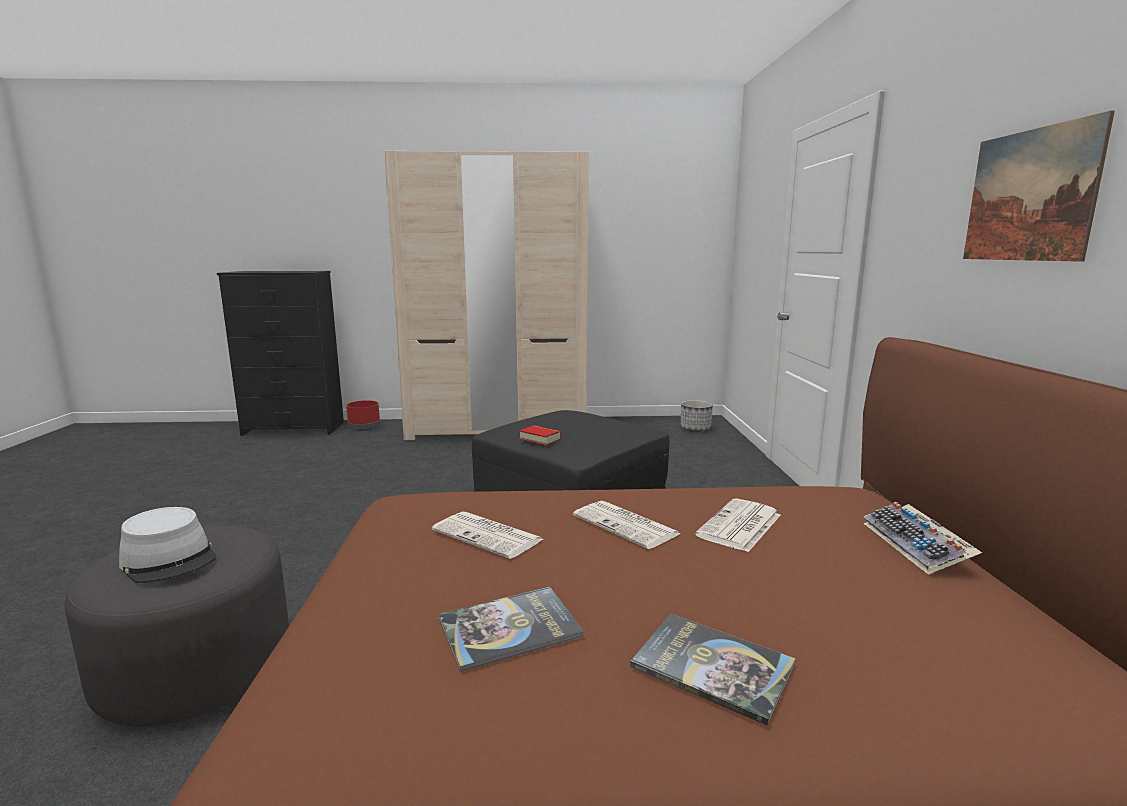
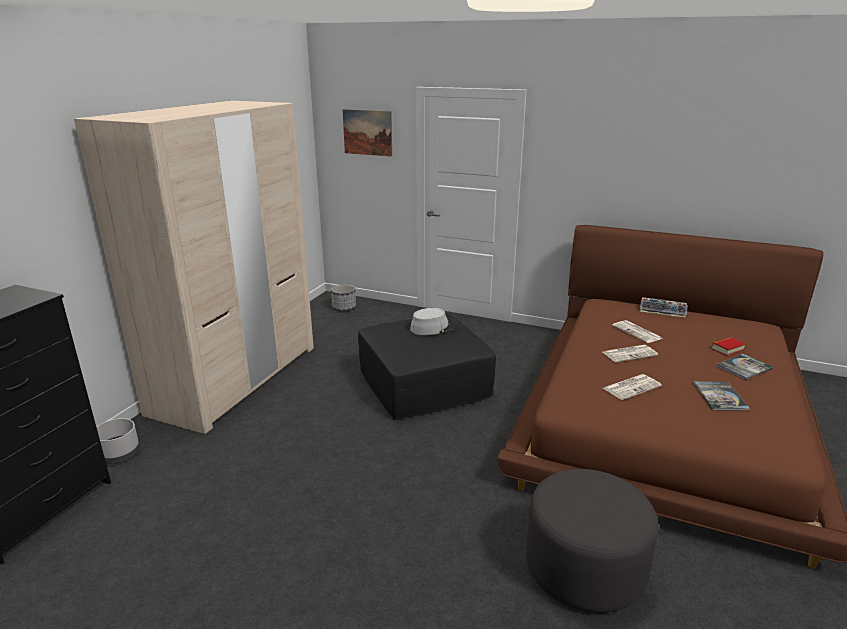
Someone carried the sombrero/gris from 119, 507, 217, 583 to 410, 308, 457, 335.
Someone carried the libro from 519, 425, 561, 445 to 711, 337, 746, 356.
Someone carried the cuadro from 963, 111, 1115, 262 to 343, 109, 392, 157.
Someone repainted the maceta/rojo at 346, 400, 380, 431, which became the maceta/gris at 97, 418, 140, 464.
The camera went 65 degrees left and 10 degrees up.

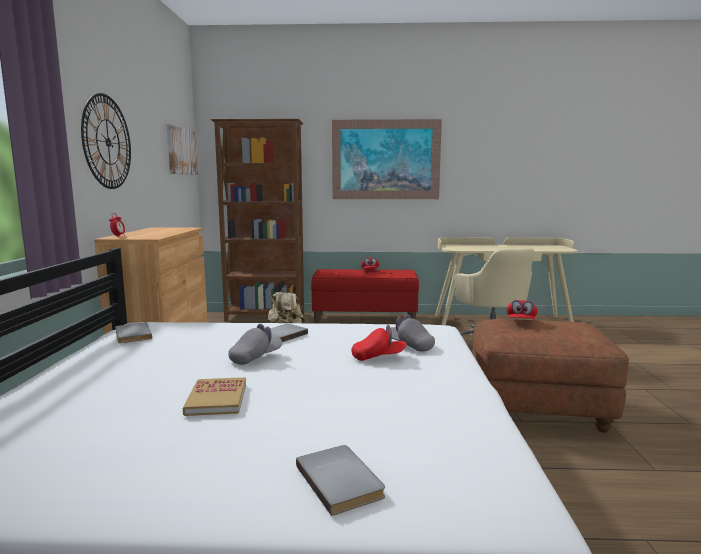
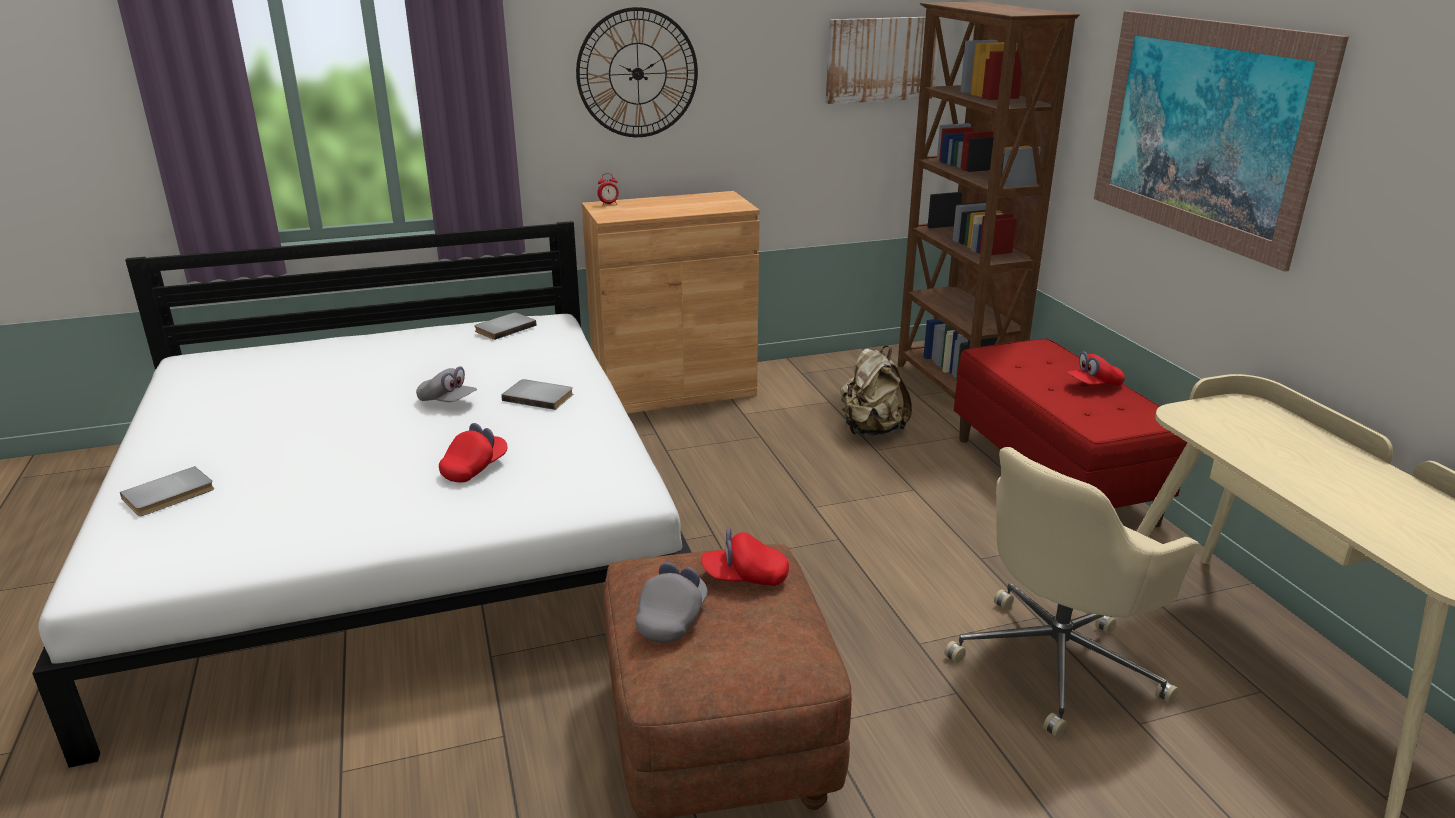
Someone took away the libro at 183, 377, 246, 416.
Someone carried the gorra/gris from 391, 314, 435, 352 to 635, 562, 708, 643.
Someone rotated the gorra/rojo at 351, 325, 407, 361 by 120 degrees counterclockwise.
The camera went 70 degrees right and 15 degrees up.

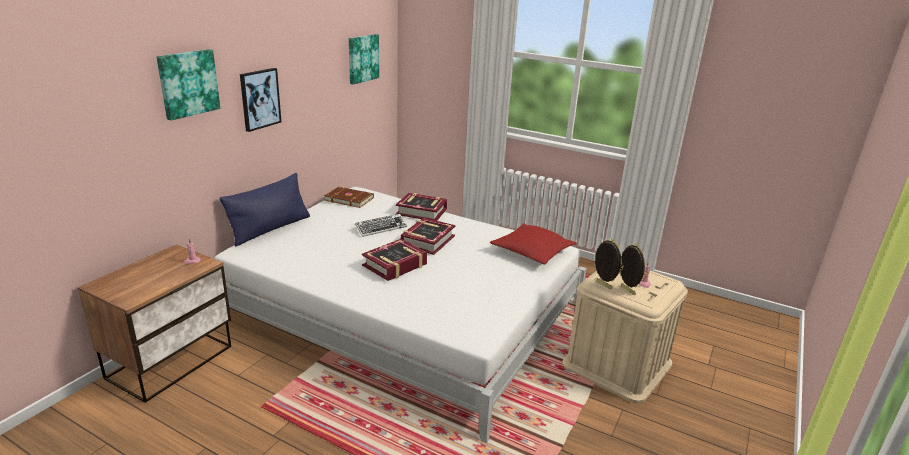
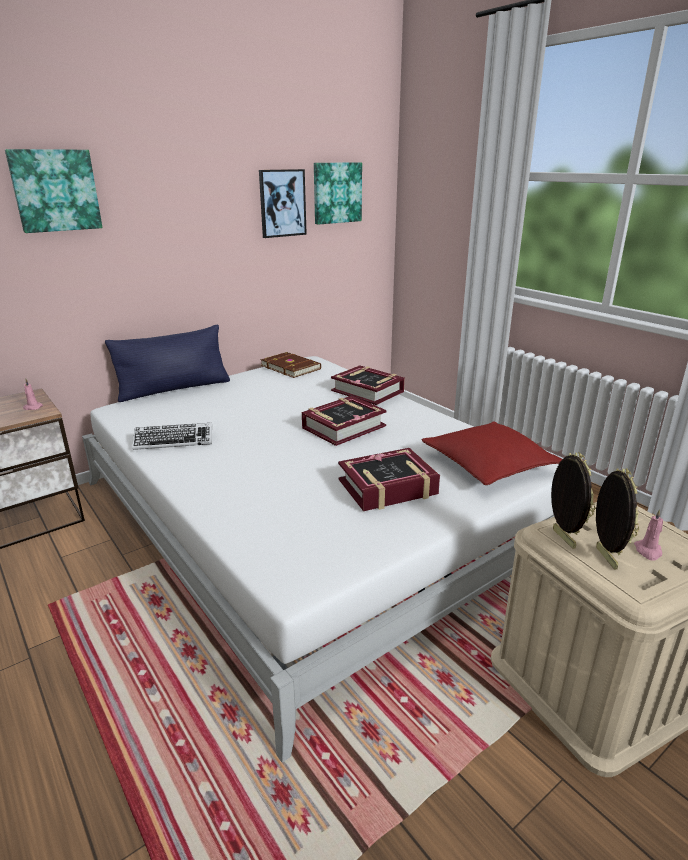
Someone carried the cuadro from 240, 68, 281, 132 to 259, 169, 307, 238.
Someone carried the teclado from 355, 214, 407, 237 to 132, 423, 212, 450.
Someone carried the libro from 362, 239, 427, 281 to 338, 448, 440, 511.
The camera went 25 degrees right and 0 degrees up.

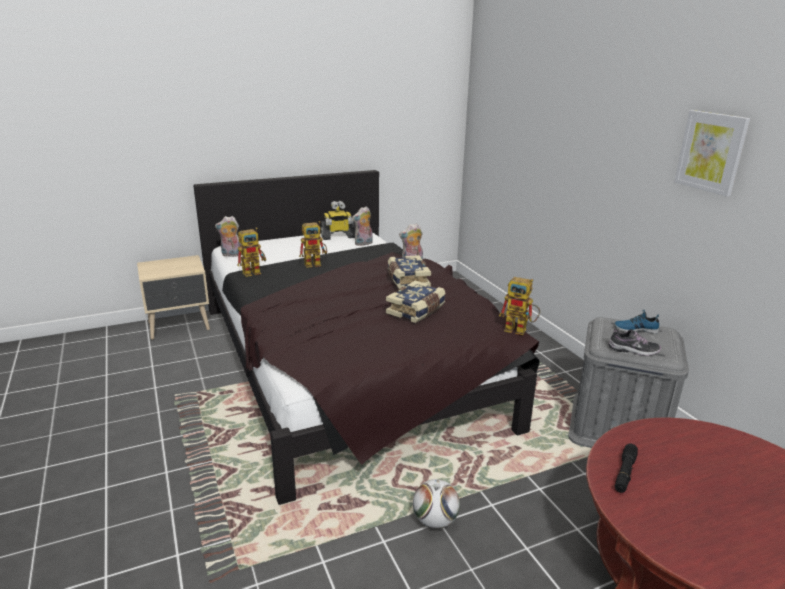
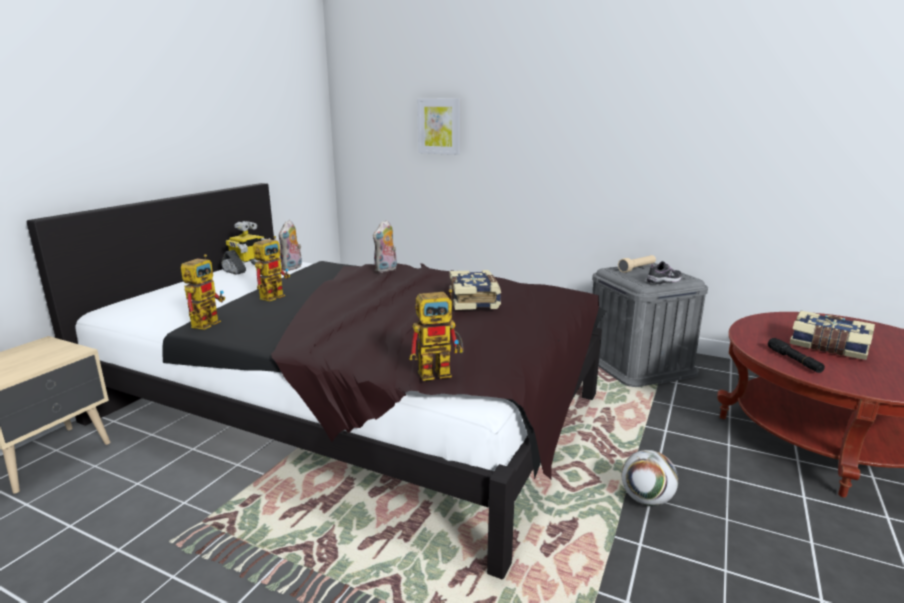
Someone took away the peluche at 215, 216, 241, 257.
Someone carried the libro from 388, 255, 431, 289 to 790, 311, 875, 360.
Someone carried the robot de juguete from 499, 277, 540, 335 to 409, 289, 464, 381.
Someone carried the cuadro from 674, 110, 750, 196 to 417, 98, 460, 155.
Someone swapped the zapato at 614, 310, 659, 334 for the linterna/beis at 618, 255, 656, 273.
The camera went 40 degrees left and 5 degrees down.

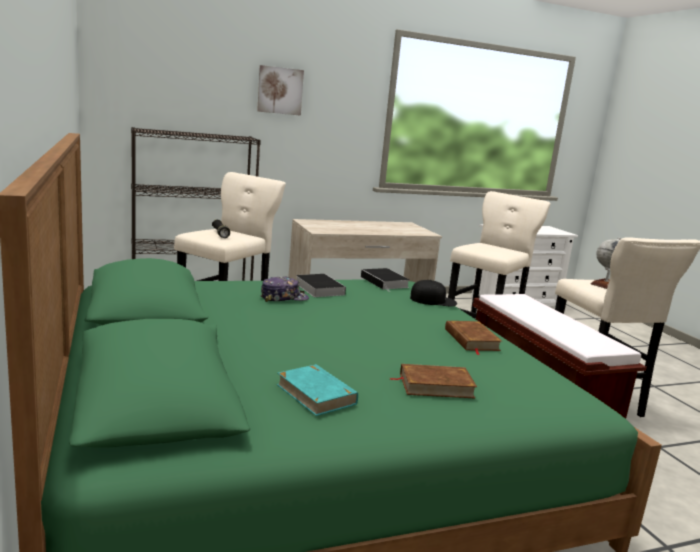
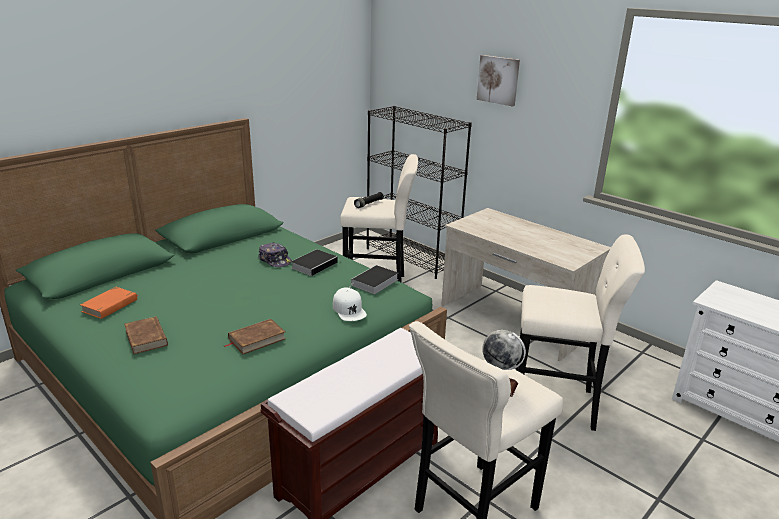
Someone repainted the libro/turquesa at 277, 364, 358, 416, which became the libro/naranja at 80, 287, 138, 319.
Someone repainted the gorra/negro at 410, 280, 457, 307, which became the gorra/blanco at 333, 288, 367, 321.
The camera went 65 degrees right and 10 degrees up.

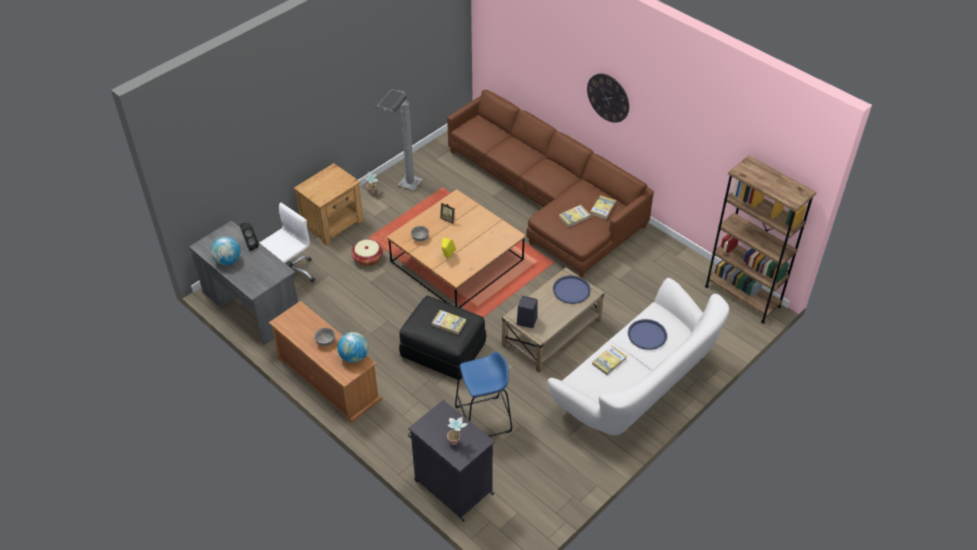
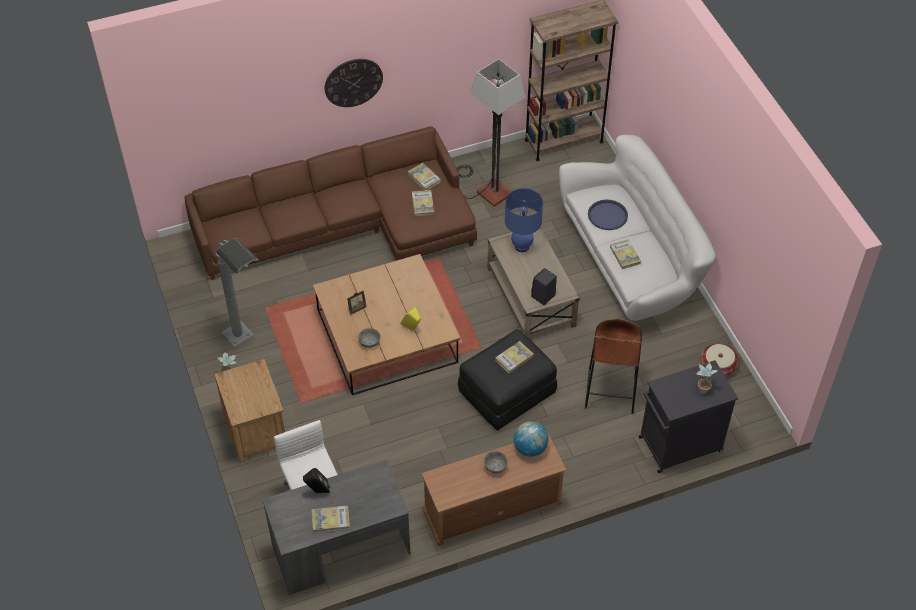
Someone put down the lámpara de pie at 456, 59, 526, 207.
Someone carried the cesta from 351, 239, 383, 266 to 701, 344, 739, 376.
Someone swapped the globo terráqueo at 211, 236, 240, 265 for the libro at 312, 506, 350, 533.
Someone swapped the bandeja/azul at 553, 275, 591, 304 for the lámpara de mesa/azul at 505, 188, 543, 252.
Someone repainted the taburete/azul at 455, 352, 512, 437, which became the taburete/marrón at 585, 319, 642, 414.
The camera went 65 degrees left and 5 degrees up.

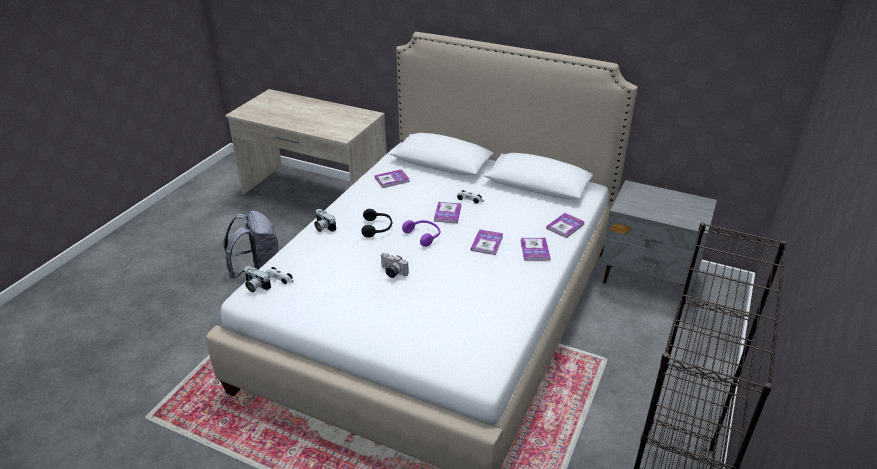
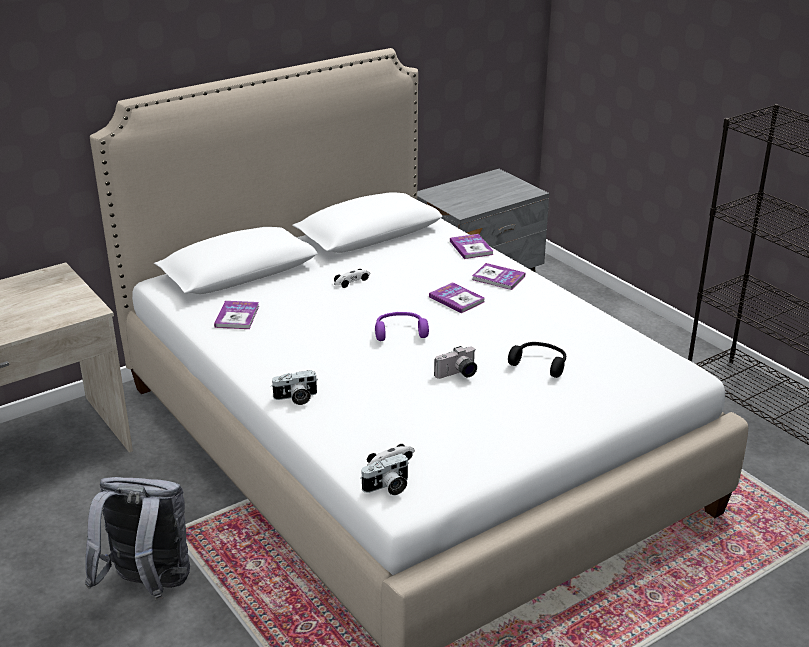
Someone took away the libro at 434, 202, 461, 223.
Someone carried the auriculares/negro from 361, 209, 392, 238 to 508, 342, 566, 378.
The camera went 60 degrees left and 5 degrees down.

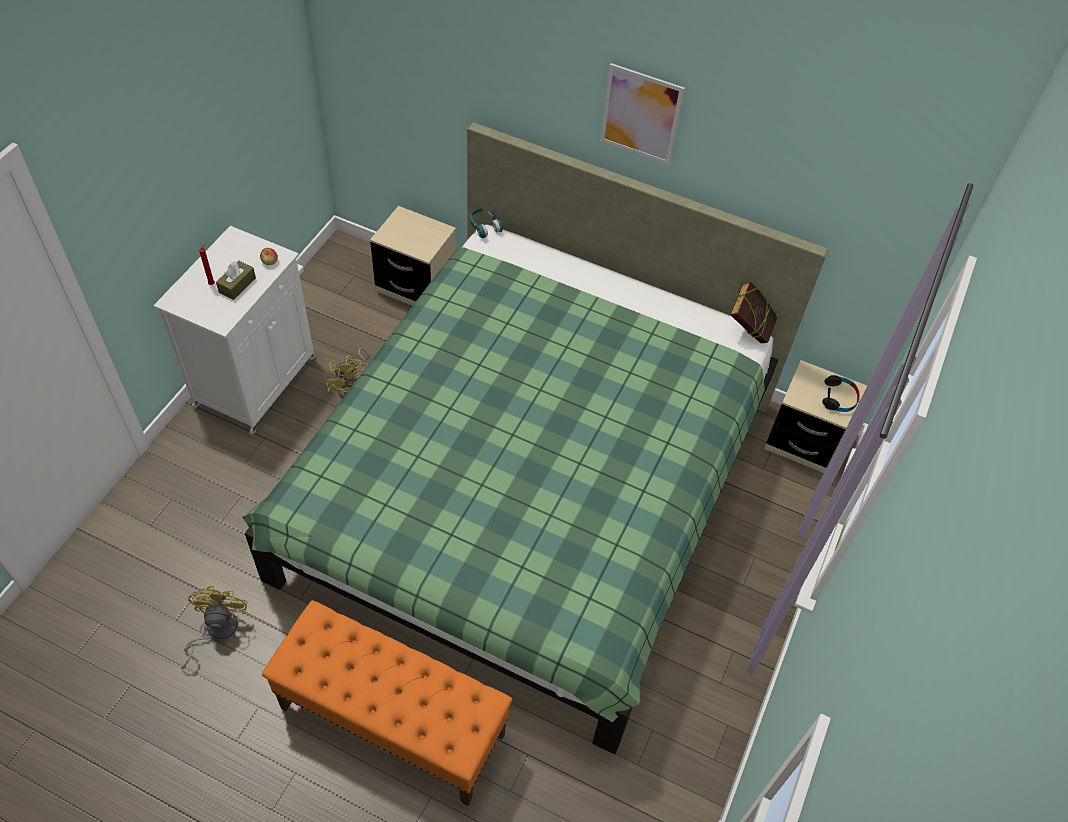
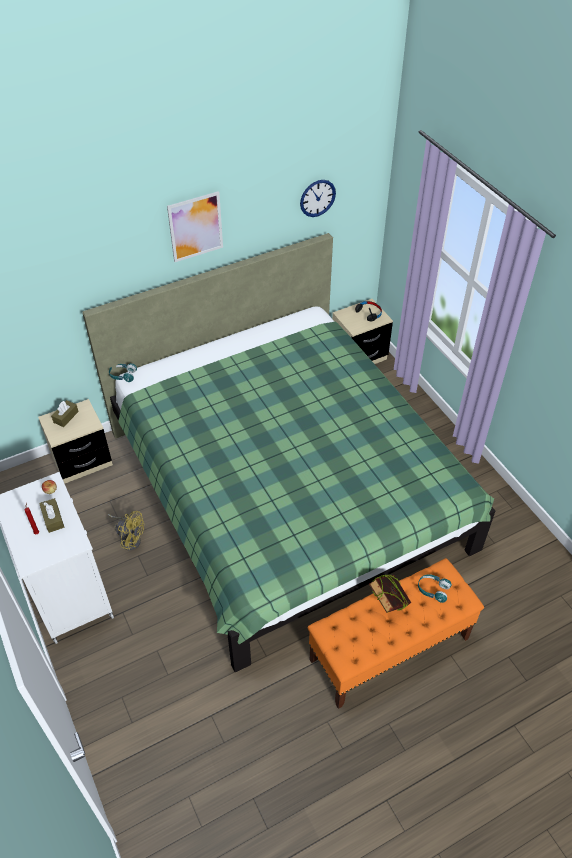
Someone took away the ventilador/amarillo at 182, 586, 247, 669.
Someone put down the caja de pañuelos/marrón at 51, 400, 79, 427.
Someone put up the reloj de pared at 300, 180, 336, 217.
Someone put down the auriculares/turquesa at 418, 574, 452, 603.
Someone carried the libro from 730, 282, 778, 343 to 369, 575, 411, 613.
The camera went 50 degrees left and 5 degrees down.

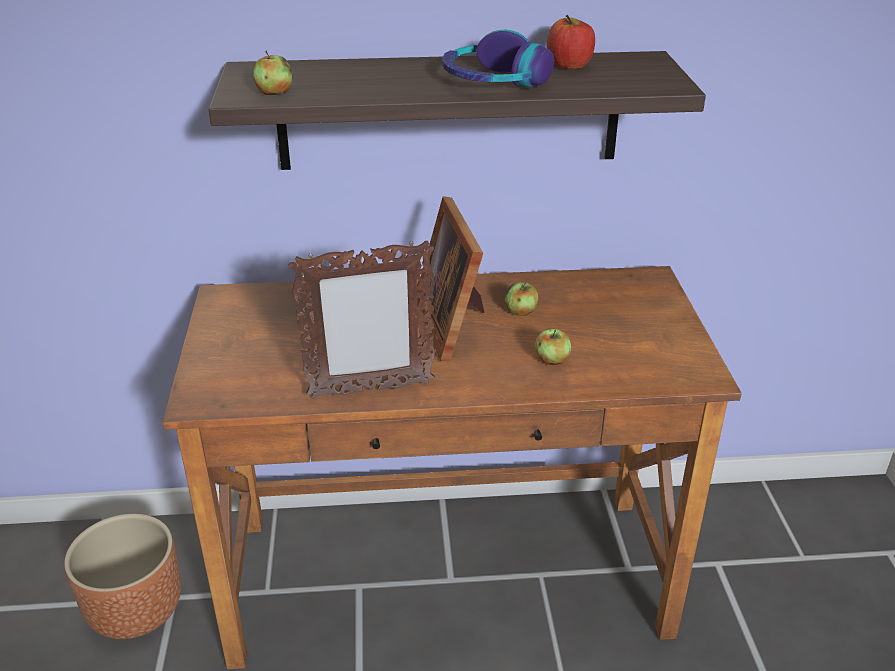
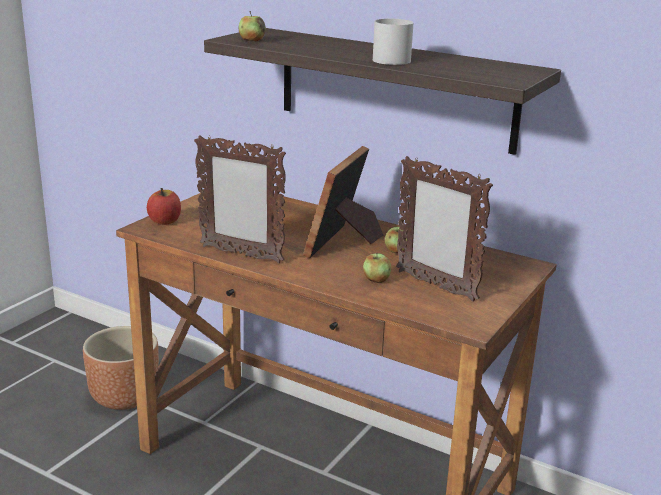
Someone put down the portarretratos at 396, 156, 493, 302.
Someone carried the manzana from 547, 15, 595, 69 to 147, 188, 181, 225.
Someone swapped the auriculares at 442, 30, 554, 87 for the taza grande/blanco at 373, 19, 414, 65.
The camera went 35 degrees right and 10 degrees down.

